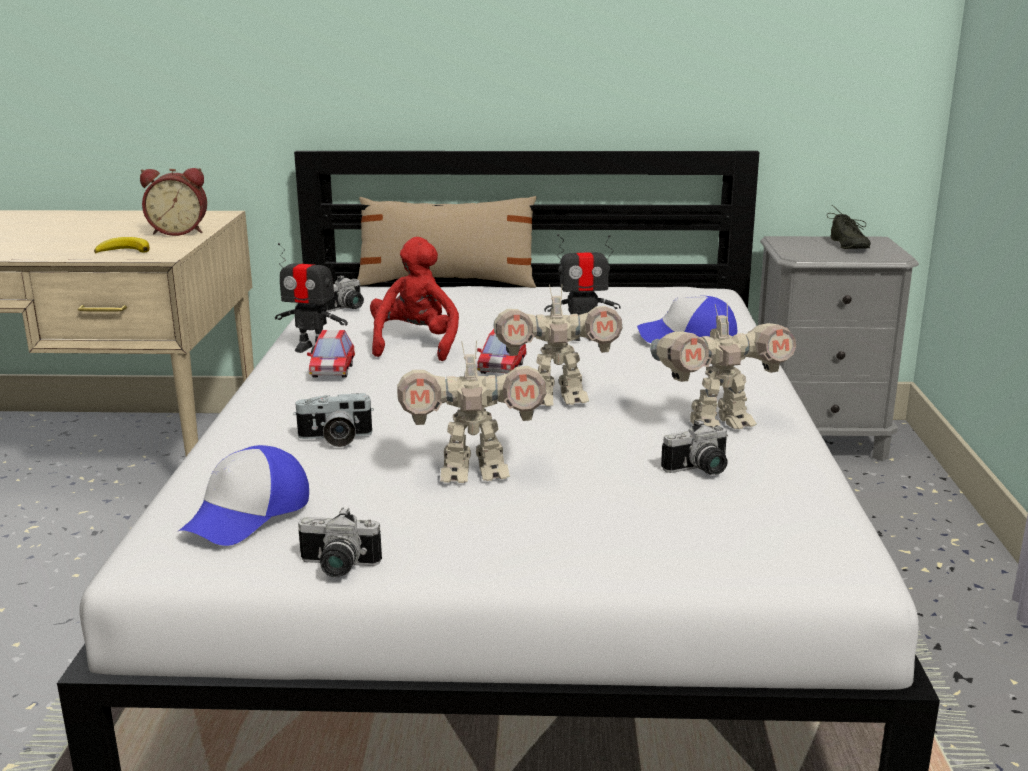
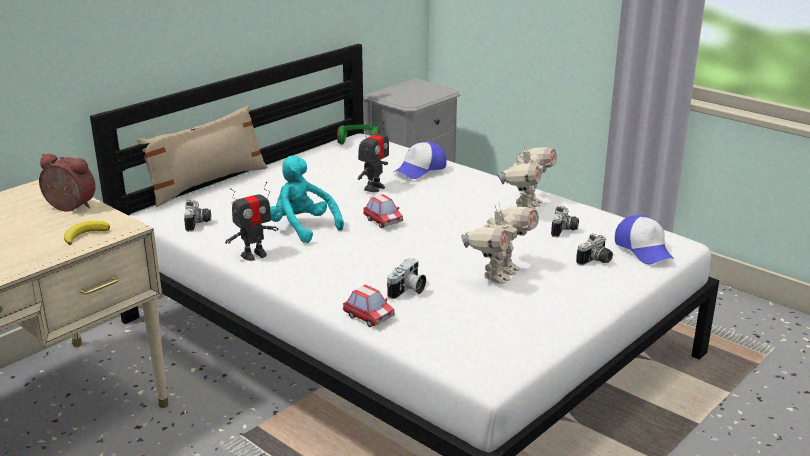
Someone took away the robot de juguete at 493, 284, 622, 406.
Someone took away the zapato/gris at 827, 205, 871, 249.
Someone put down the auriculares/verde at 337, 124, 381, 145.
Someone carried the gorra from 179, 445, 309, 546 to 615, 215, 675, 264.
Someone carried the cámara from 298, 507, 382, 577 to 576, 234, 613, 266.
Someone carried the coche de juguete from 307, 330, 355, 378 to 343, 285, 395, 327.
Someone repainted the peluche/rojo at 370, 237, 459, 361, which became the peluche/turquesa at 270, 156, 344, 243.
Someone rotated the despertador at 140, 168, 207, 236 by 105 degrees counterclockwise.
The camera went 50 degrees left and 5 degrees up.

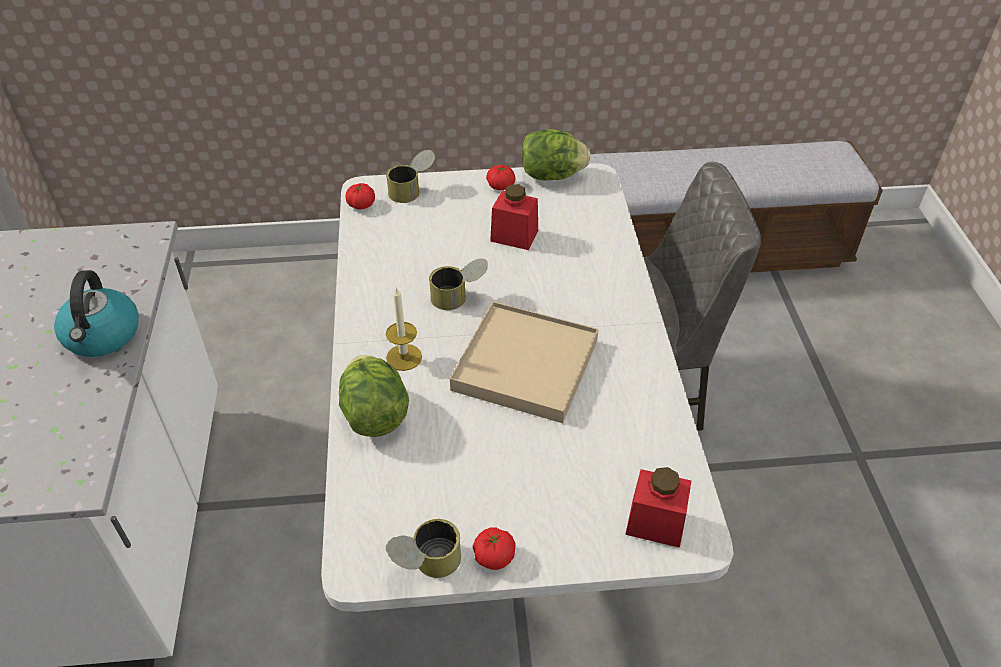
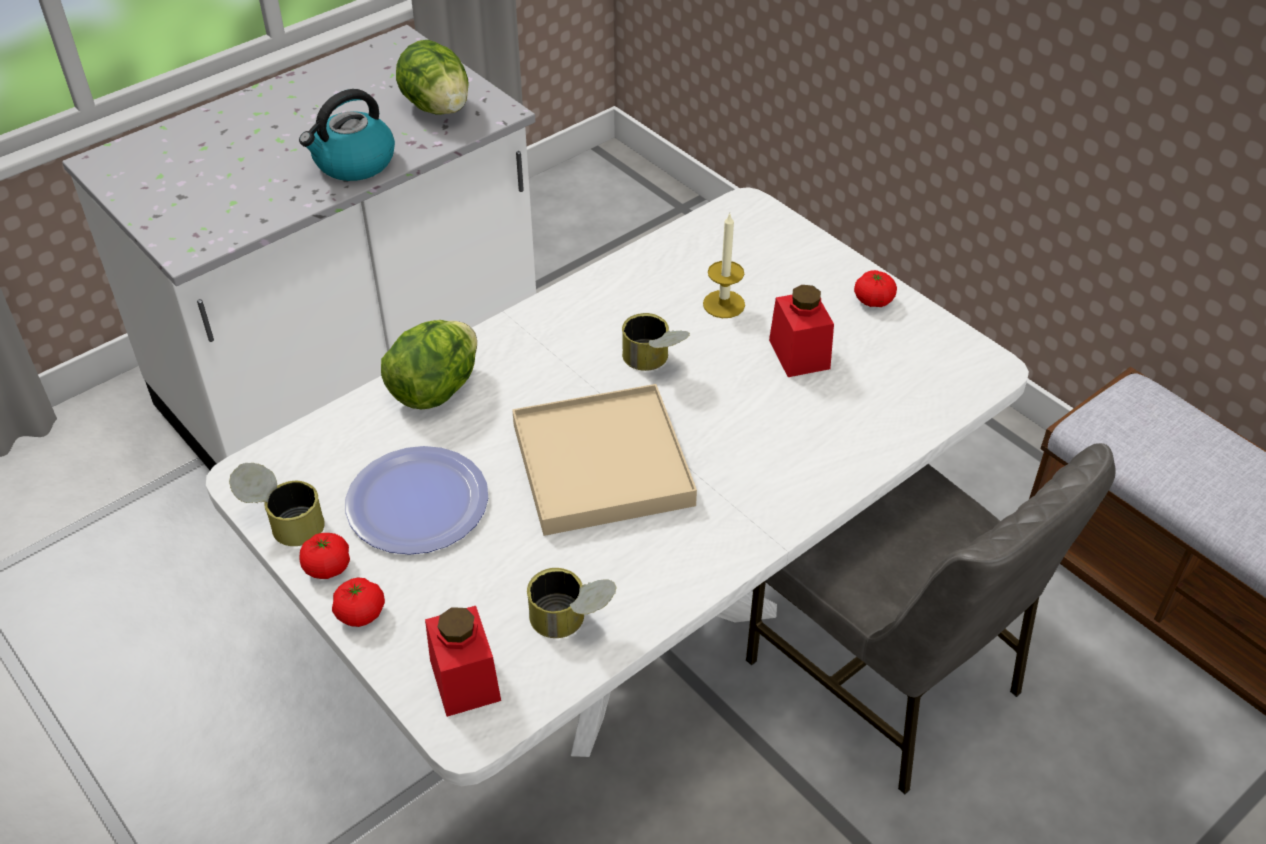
Someone put down the plato at 345, 446, 488, 555.
Someone carried the tomate from 345, 183, 375, 209 to 332, 578, 385, 627.
Someone carried the lata from 386, 150, 435, 203 to 527, 568, 617, 638.
Someone carried the vela from 386, 286, 422, 371 to 703, 213, 745, 318.
Someone carried the lechuga from 522, 129, 591, 180 to 396, 40, 469, 115.
The camera went 55 degrees right and 0 degrees up.

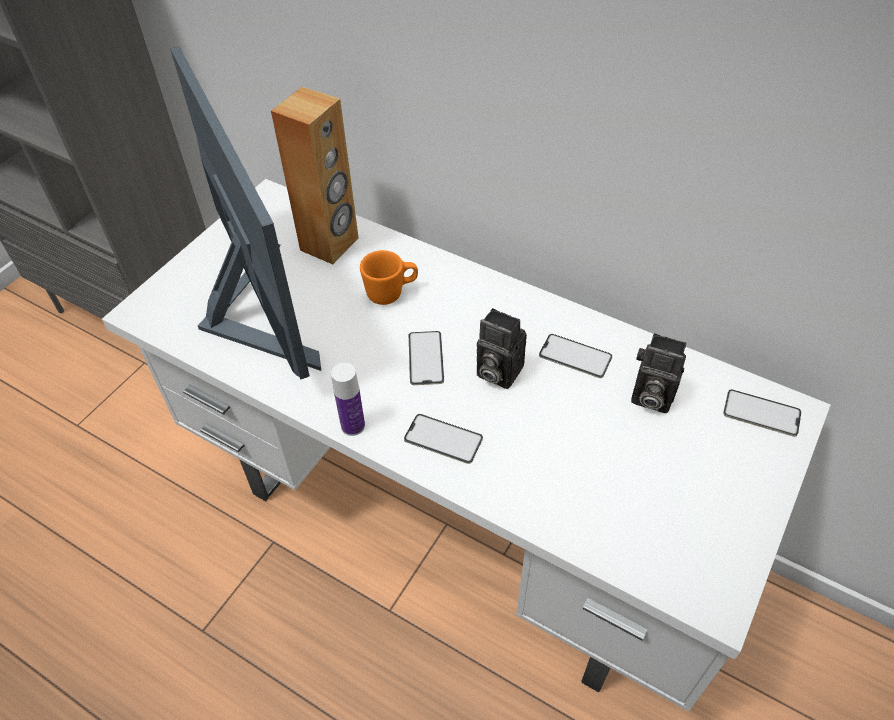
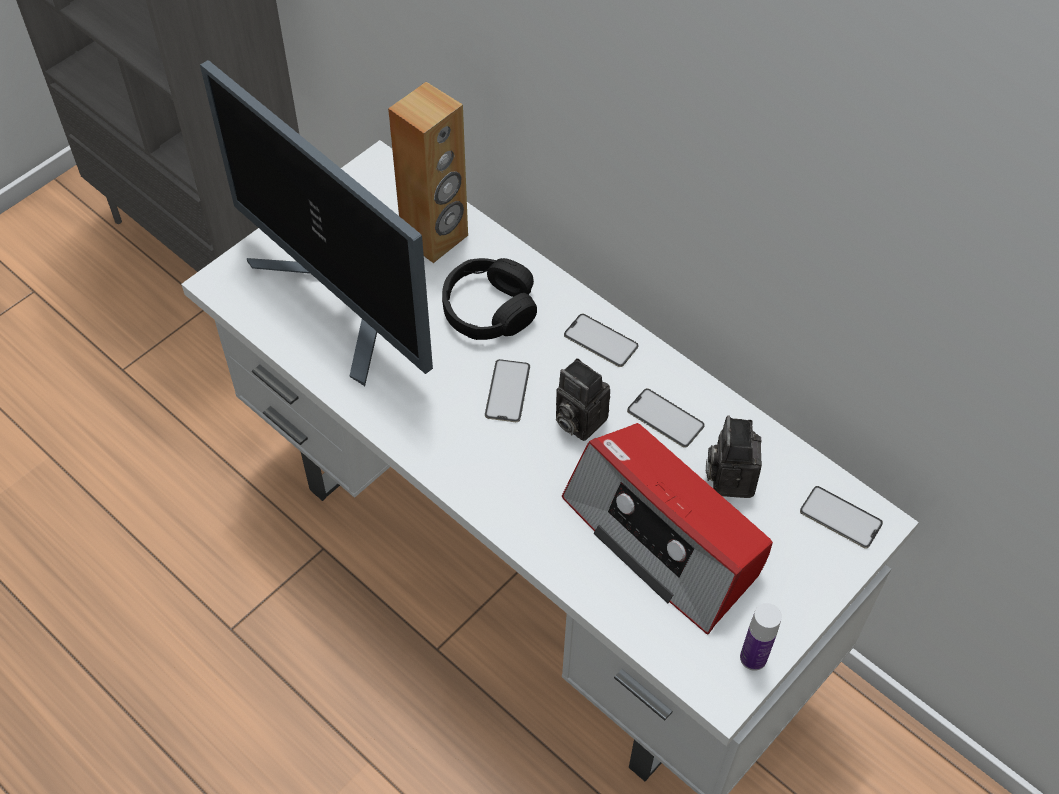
Someone put down the radio at 562, 423, 773, 634.
Someone carried the botella from 331, 363, 365, 436 to 740, 603, 782, 671.
Someone carried the móvil from 404, 414, 483, 464 to 564, 314, 639, 367.
Someone swapped the taza grande/naranja at 360, 250, 418, 305 for the auriculares/negro at 442, 258, 537, 340.
Someone rotated the monitor at 170, 47, 321, 379 by 150 degrees clockwise.
Someone rotated the cámara at 631, 333, 686, 414 by 60 degrees clockwise.
The camera went 10 degrees right and 5 degrees up.

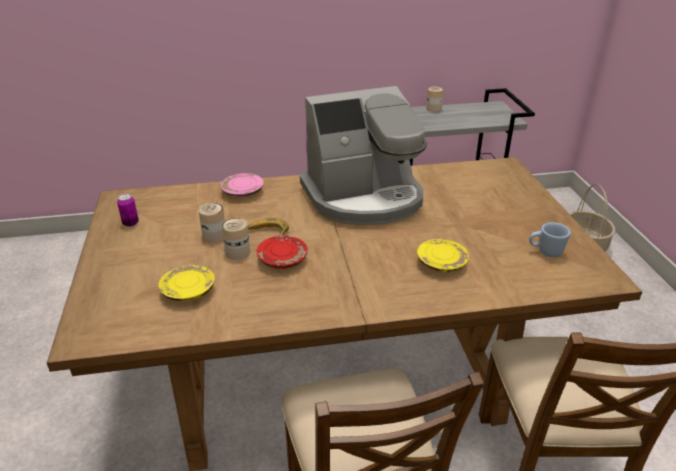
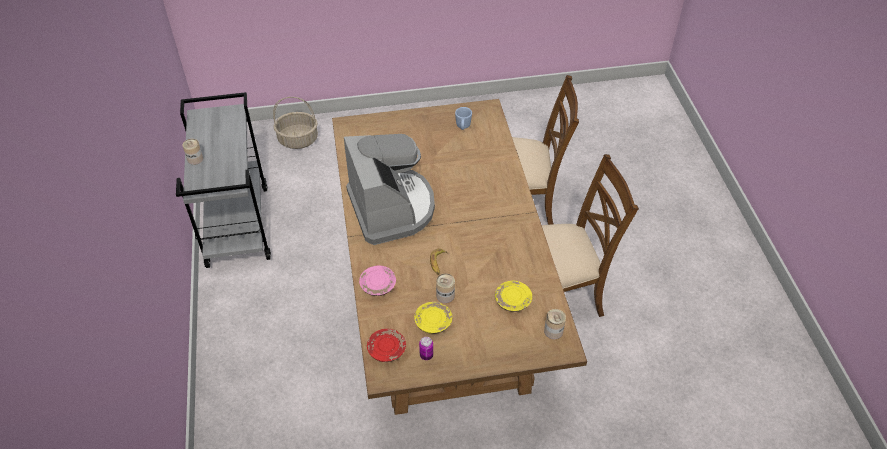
Someone carried the lata from 222, 218, 250, 260 to 544, 309, 566, 339.
Someone carried the plato/rojo from 257, 236, 308, 269 to 367, 329, 406, 362.
Someone carried the plato/amarillo from 417, 239, 469, 272 to 414, 302, 452, 334.
The camera went 90 degrees left and 15 degrees up.

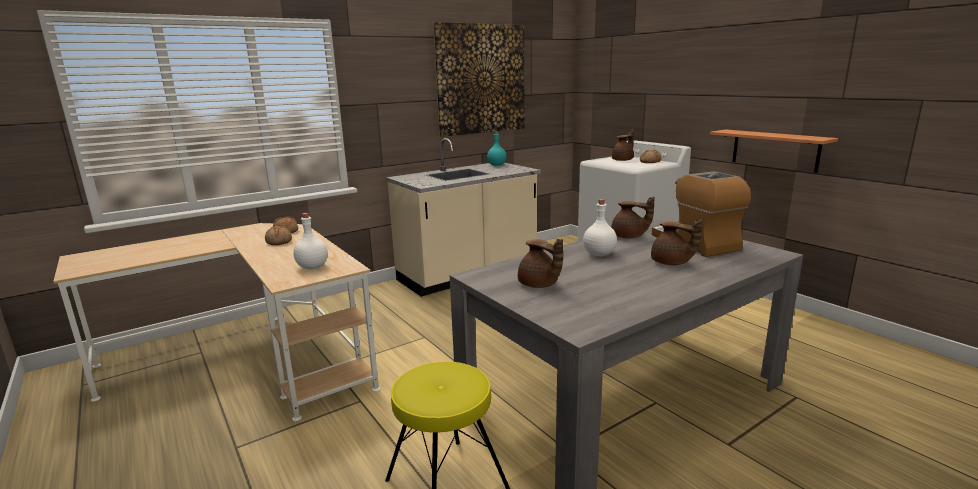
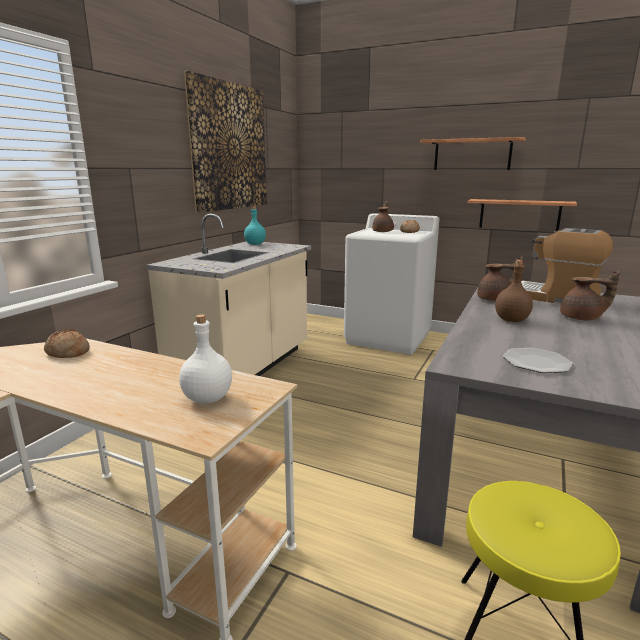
Someone took away the pan at 265, 225, 292, 245.
Someone put up the estante at 420, 137, 526, 170.
Someone swapped the tetera/marrón at 518, 239, 563, 288 for the plato at 503, 348, 573, 373.
Someone repainted the botella/blanco at 583, 199, 617, 256, which became the botella/marrón at 495, 260, 533, 322.
The camera went 30 degrees left and 0 degrees up.

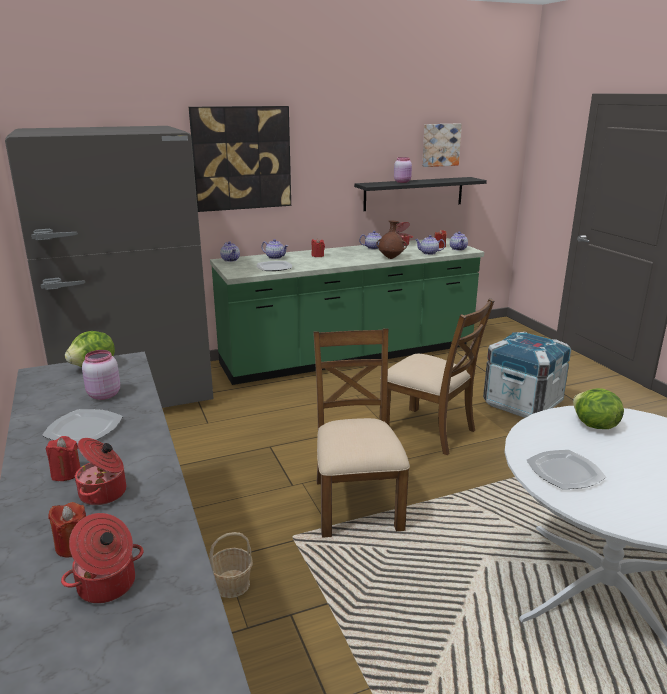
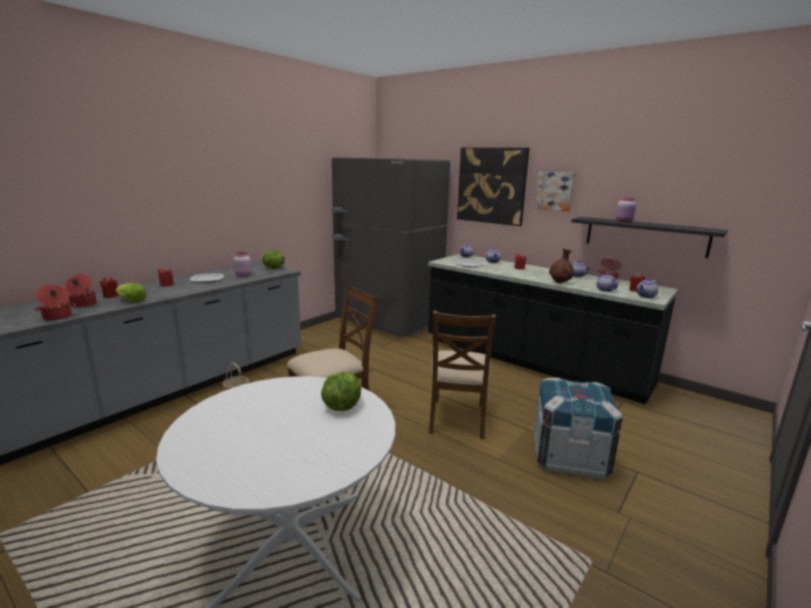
Someone took away the plato at 527, 450, 606, 489.
Someone put down the lechuga at 116, 283, 146, 302.
Someone carried the olla from 74, 438, 126, 505 to 34, 285, 76, 321.
Someone carried the cuadro from 422, 124, 462, 167 to 534, 172, 575, 211.
Someone repainted the mueble bajo de cocina/verde at 210, 237, 484, 385, which became the mueble bajo de cocina/negro at 428, 254, 678, 404.
The camera went 60 degrees right and 5 degrees down.

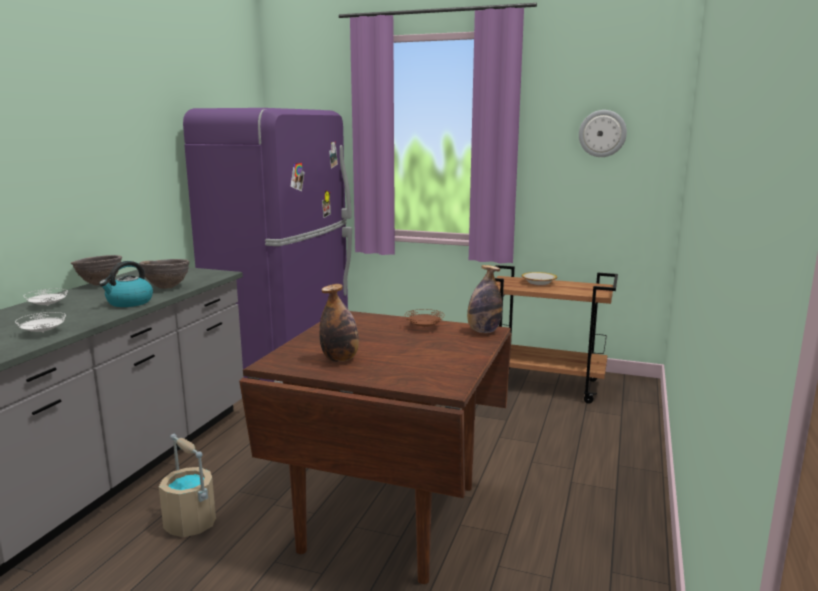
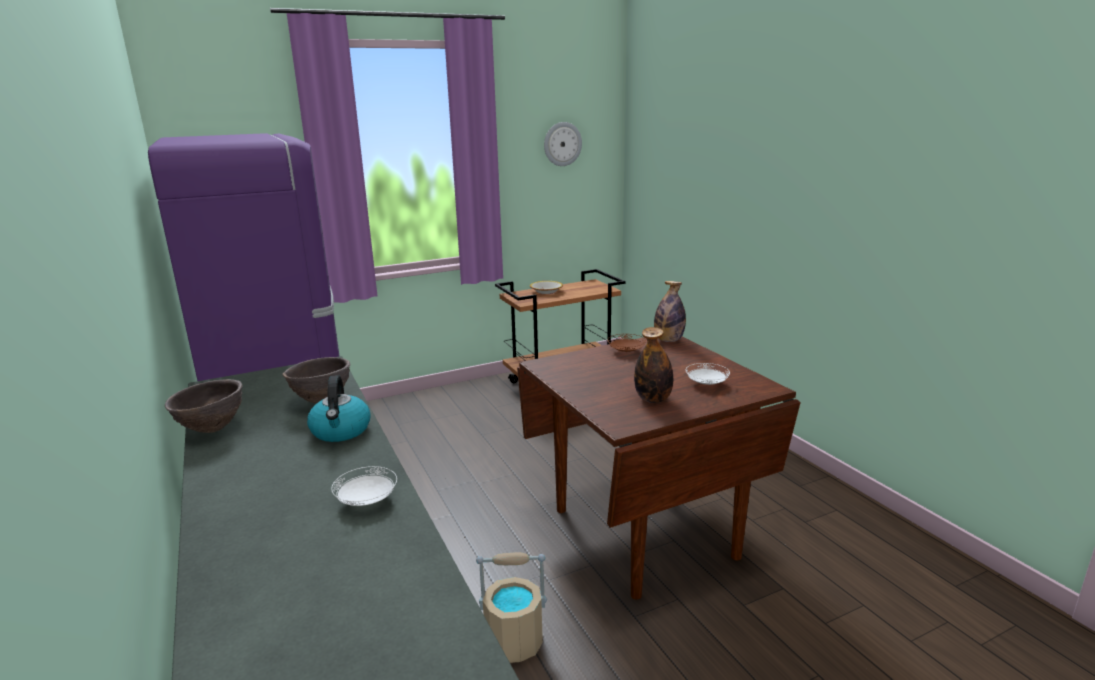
Someone carried the plato/blanco from 24, 289, 68, 306 to 686, 363, 730, 385.
The camera went 45 degrees left and 5 degrees up.

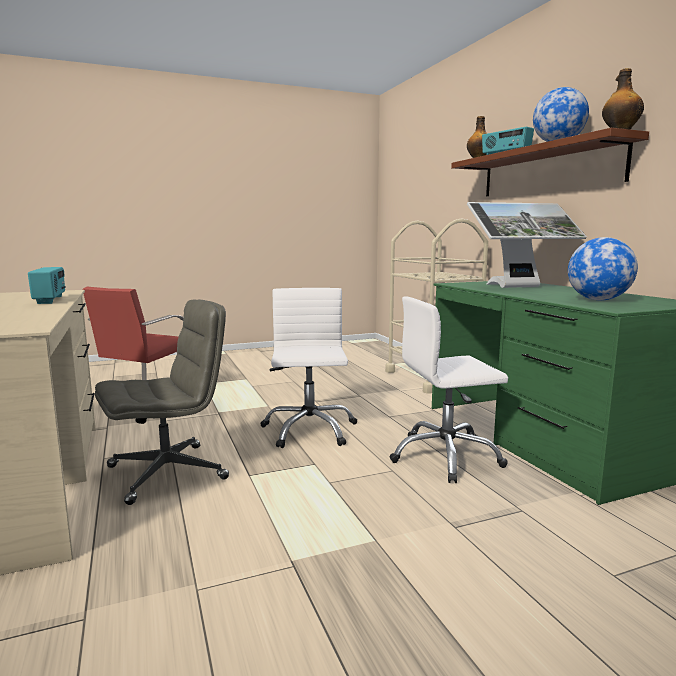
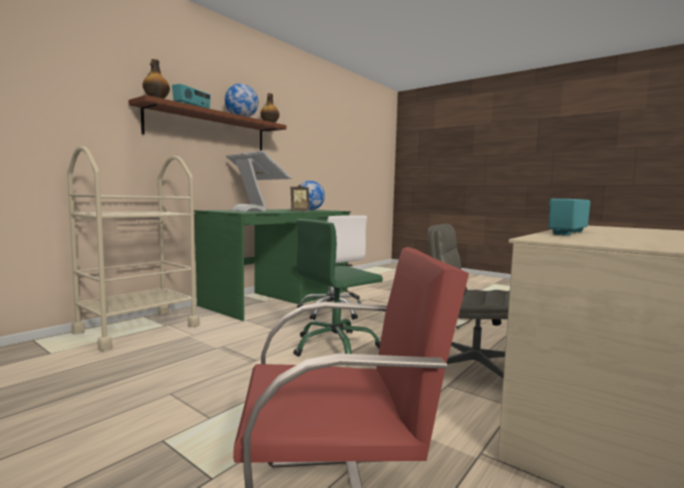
Someone put down the portarretratos at 291, 184, 310, 210.
Someone repainted the silla de oficina/blanco at 260, 288, 357, 448, which became the silla de oficina/verde at 293, 219, 383, 357.
The camera went 120 degrees left and 5 degrees down.

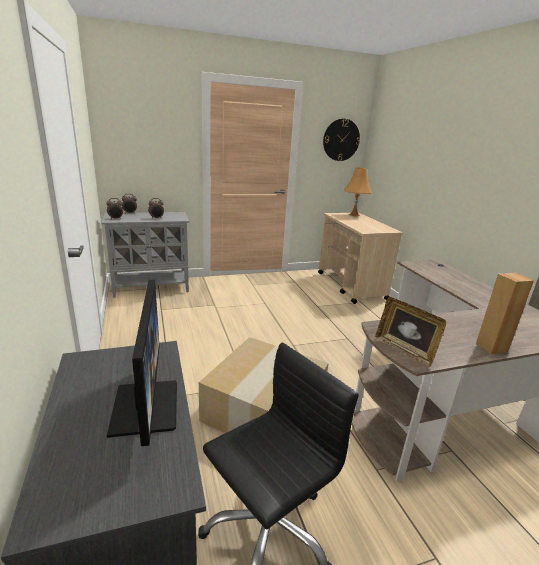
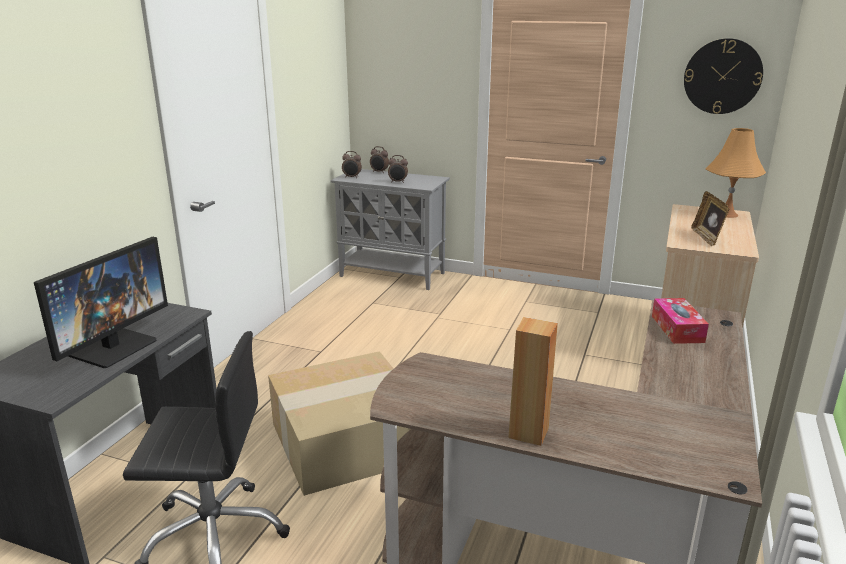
Someone put down the caja de pañuelos at 652, 298, 709, 344.
Someone carried the portarretratos from 375, 297, 446, 367 to 691, 191, 729, 246.
The camera went 40 degrees right and 0 degrees up.

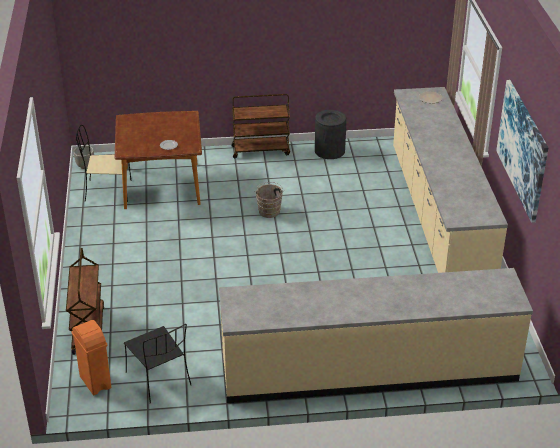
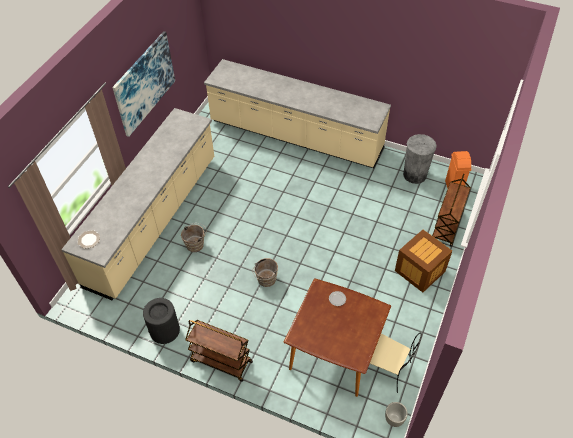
Someone put down the cubo/marrón at 181, 223, 206, 252.
Someone put down the caja de embalaje at 395, 230, 452, 292.
Someone swapped the silla/negro at 124, 324, 191, 404 for the papelera/gris at 403, 134, 437, 184.
The camera went 150 degrees left and 15 degrees up.

